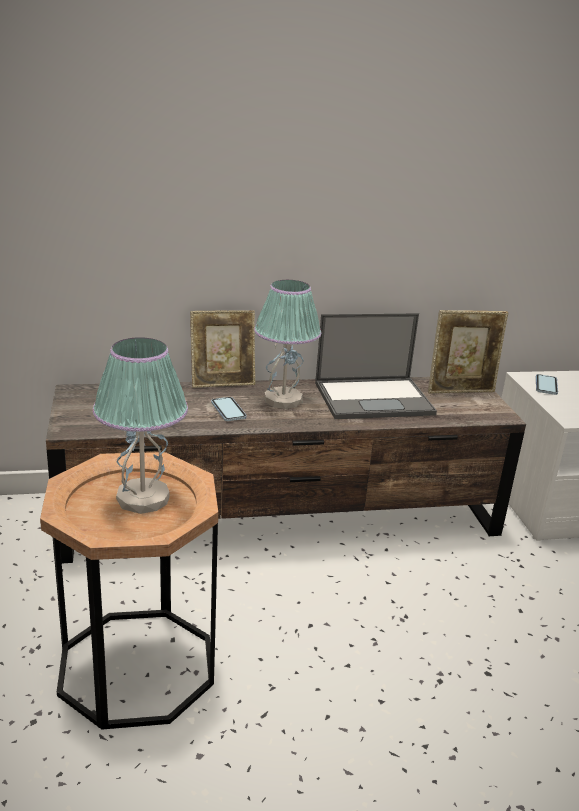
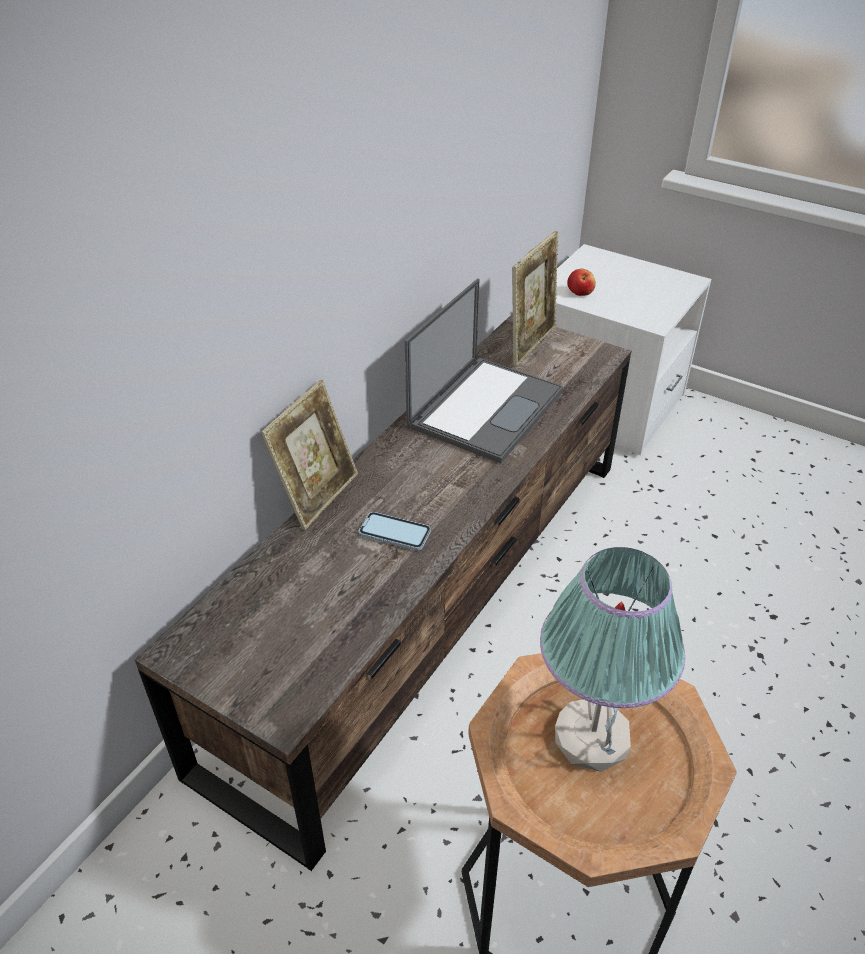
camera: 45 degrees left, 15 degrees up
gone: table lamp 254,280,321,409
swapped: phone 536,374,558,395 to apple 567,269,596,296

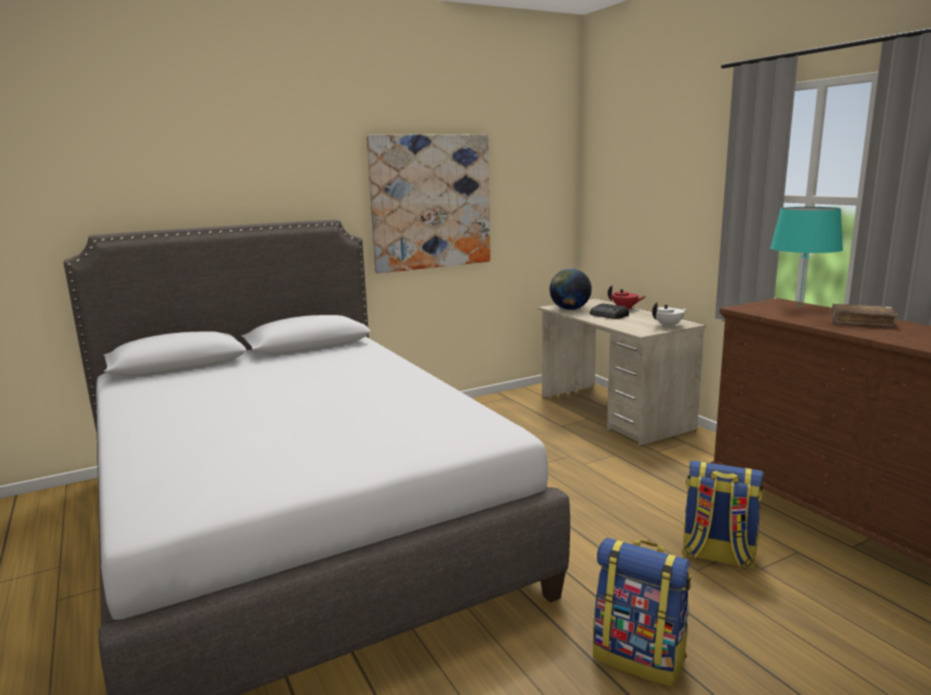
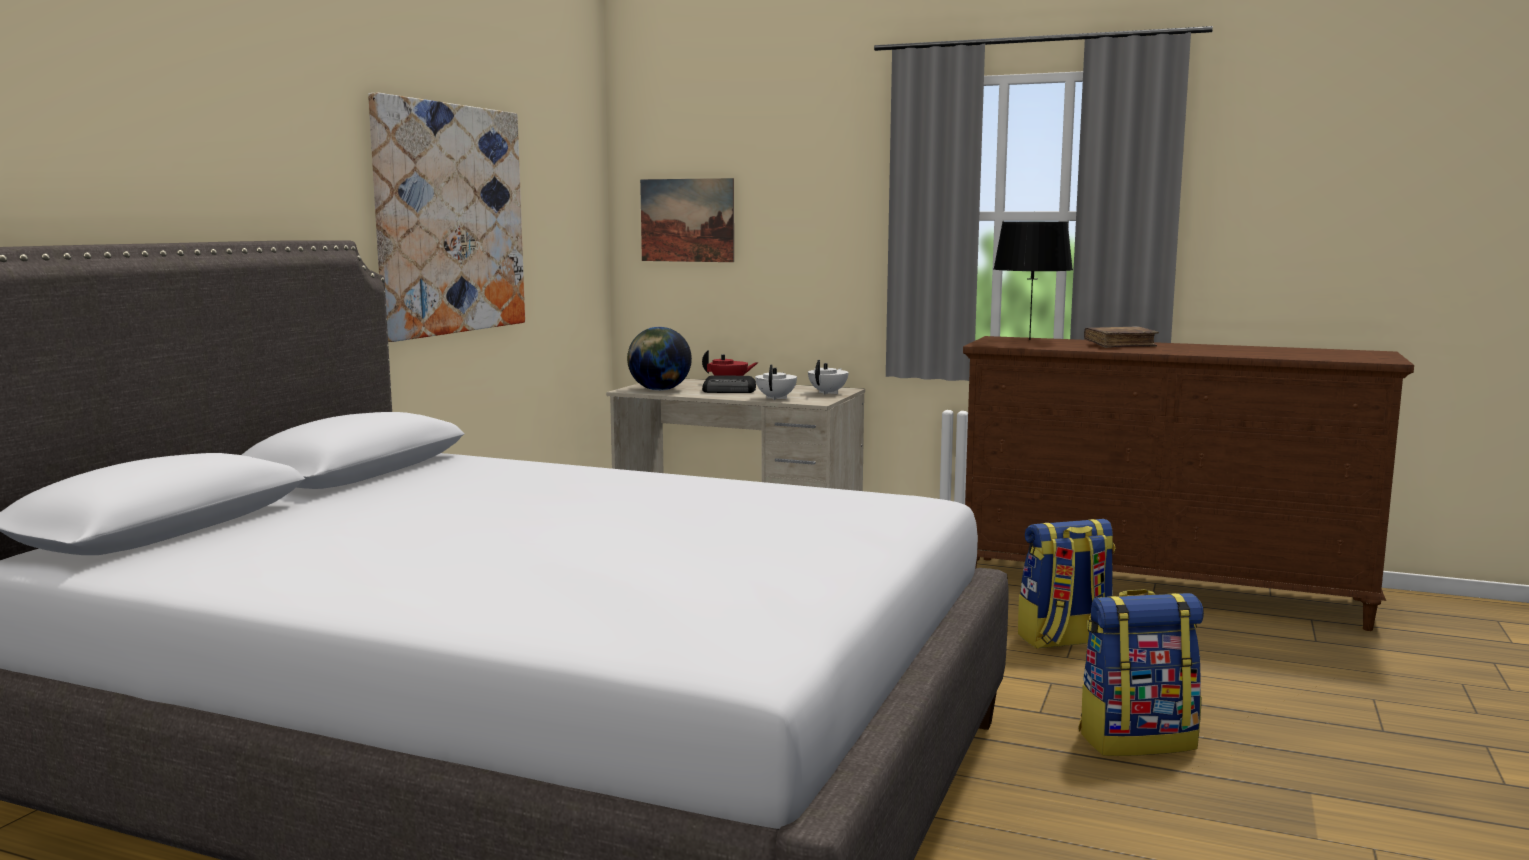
camera: 40 degrees left, 5 degrees down
new: picture 640,178,734,262; white teapot 755,364,797,400
repainted: turquoise table lamp 770,207,843,307 to black table lamp 993,222,1073,340

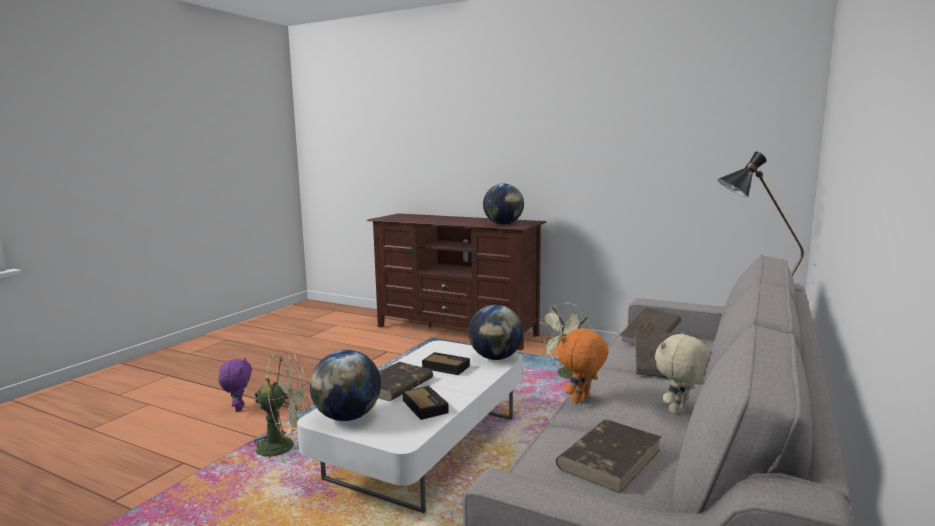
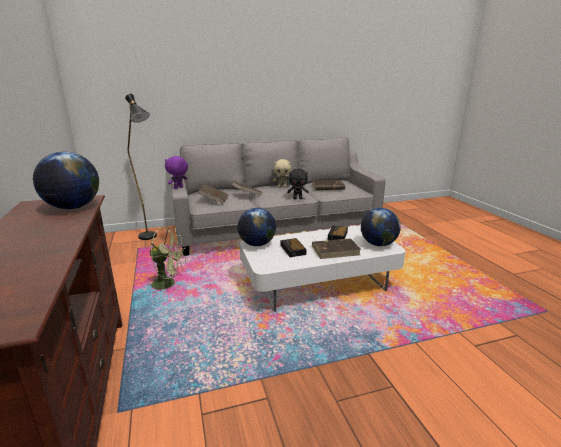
camera: 135 degrees left, 10 degrees up
gone: green fan 248,353,310,463
shifted: purple plush toy 219,358,252,412 to 165,156,188,189
repainted: orange plush toy 558,327,609,404 to black plush toy 287,169,309,199

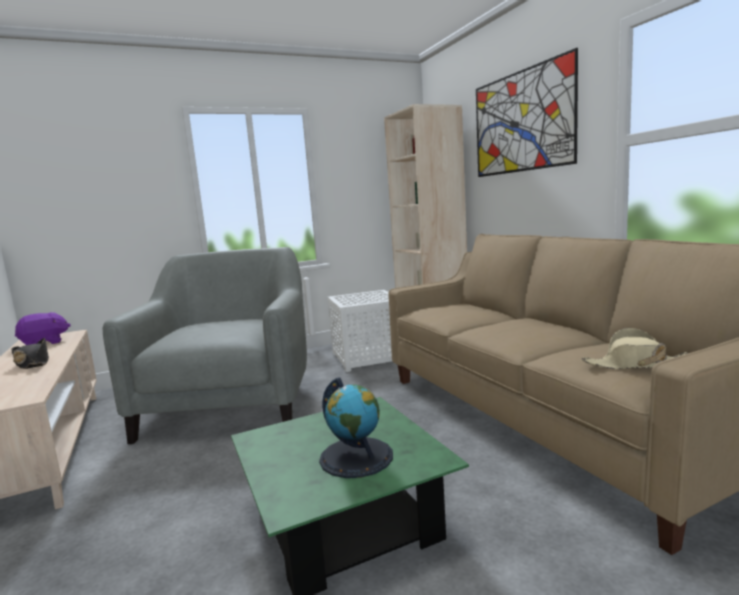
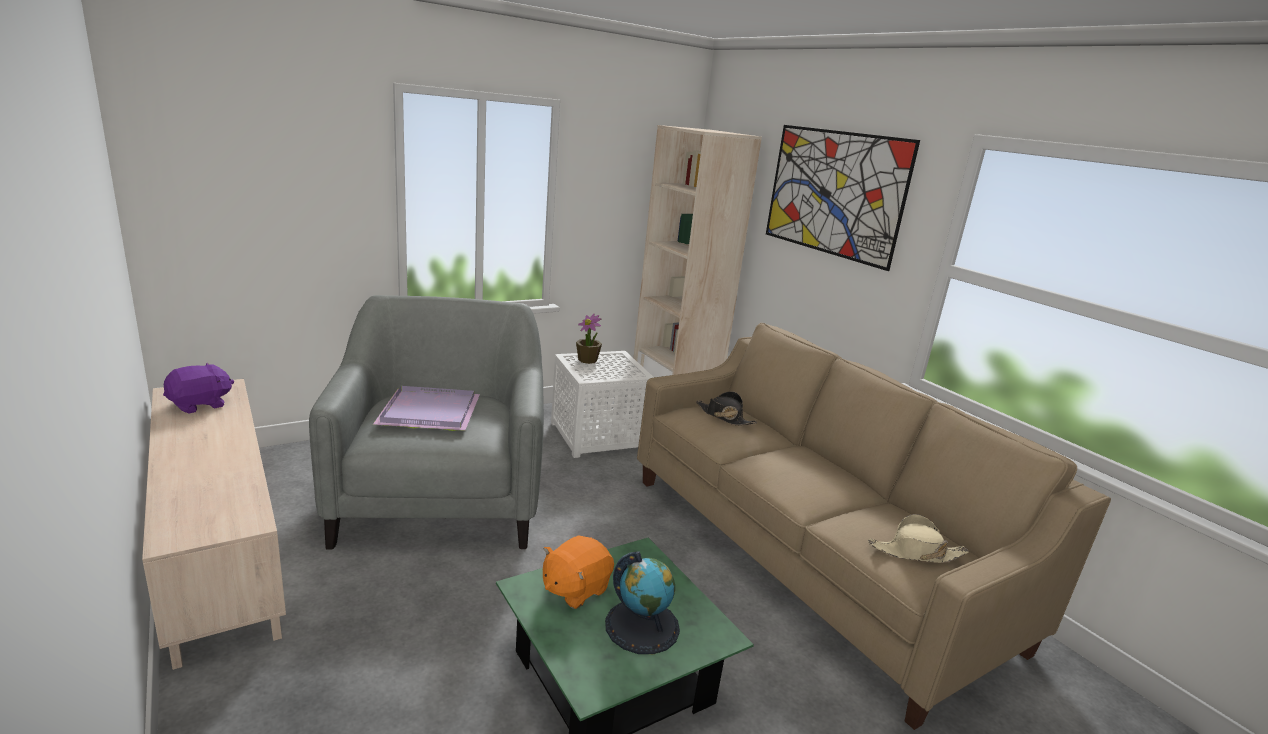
camera: 10 degrees left, 10 degrees up
new: purple tray 373,386,480,431; orange plush toy 543,535,614,609; potted plant 576,314,602,364
shifted: black hat 11,338,49,369 to 696,391,757,425

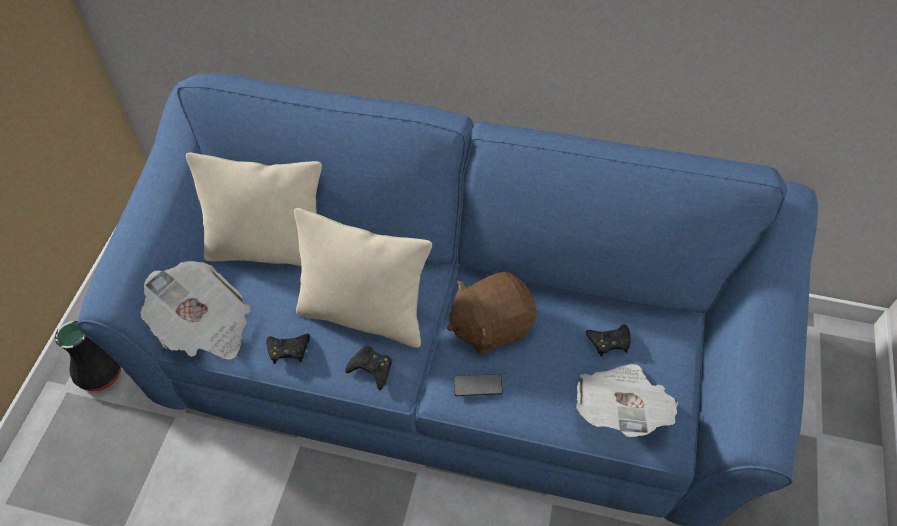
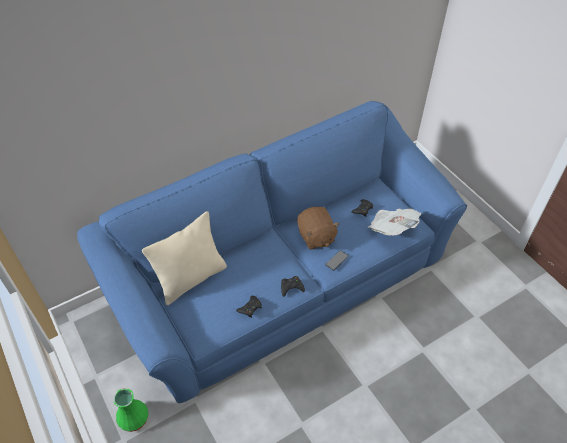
camera: 45 degrees left, 5 degrees down
gone: newspaper 140,261,251,360; beige pillow 294,208,432,348
repainted: black vase 55,321,121,392 to green vase 113,388,148,432
rotated: brown plush toy 447,272,537,355 = 297,207,340,250 45 degrees counterclockwise

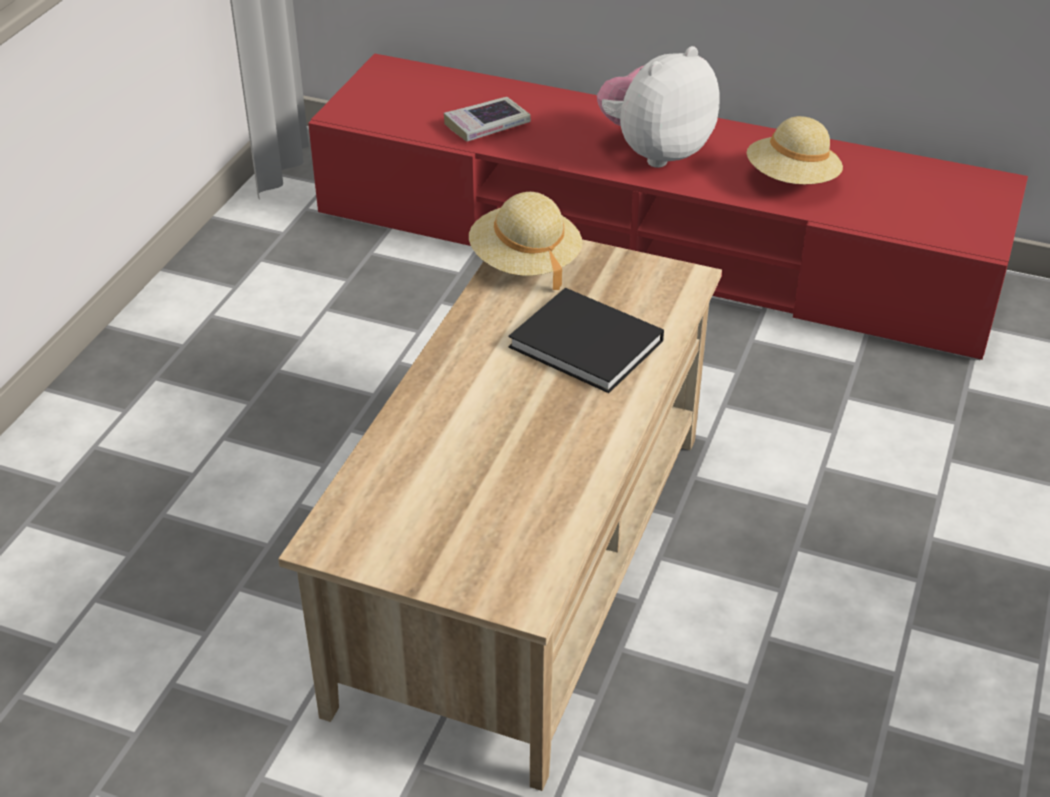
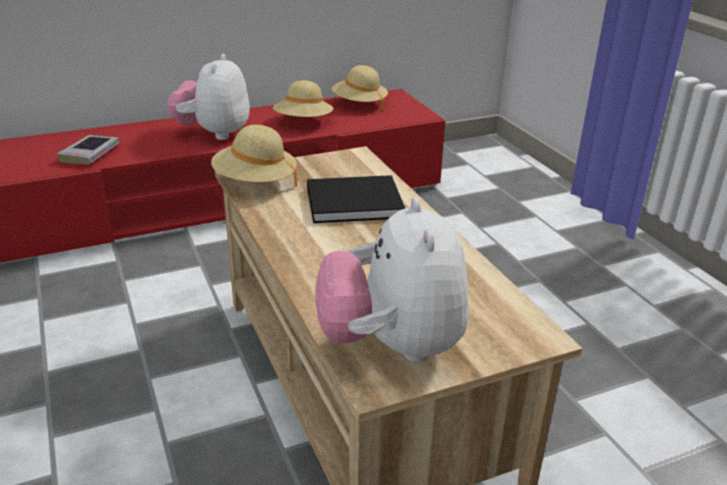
camera: 45 degrees left, 10 degrees down
new: plush toy 315,197,469,363; beige hat 332,65,388,111

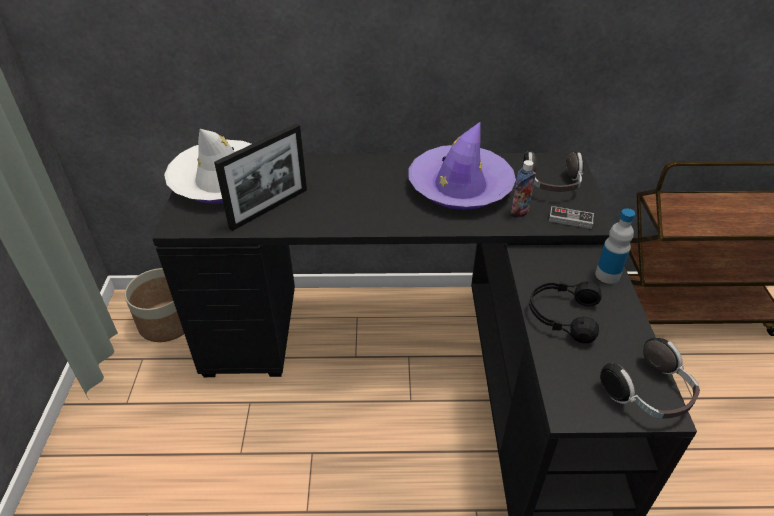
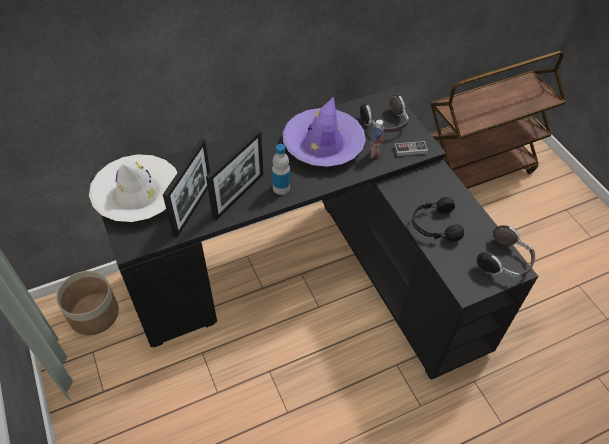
camera: 25 degrees left, 10 degrees up
new: picture frame 206,130,263,220
shifted: bottle 595,209,635,284 to 272,144,290,195

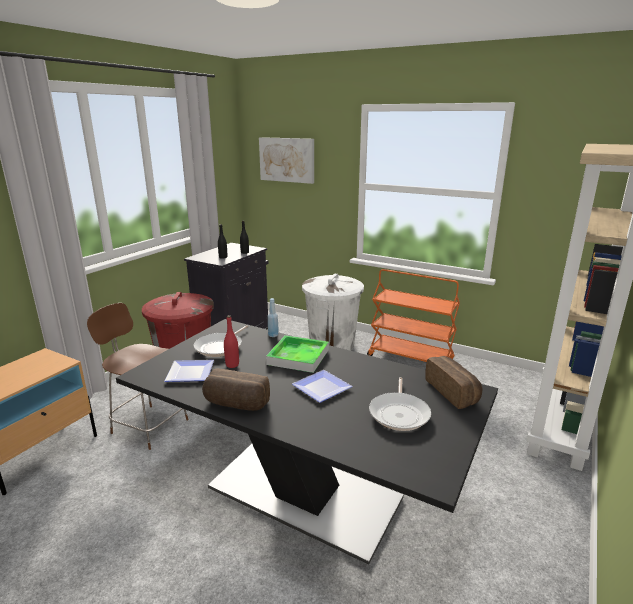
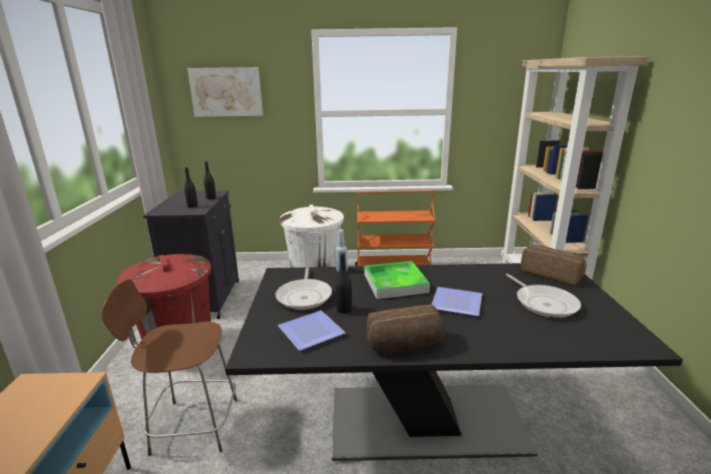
camera: 30 degrees left, 0 degrees up
repainted: red bottle 224,315,239,368 to black bottle 335,252,352,314

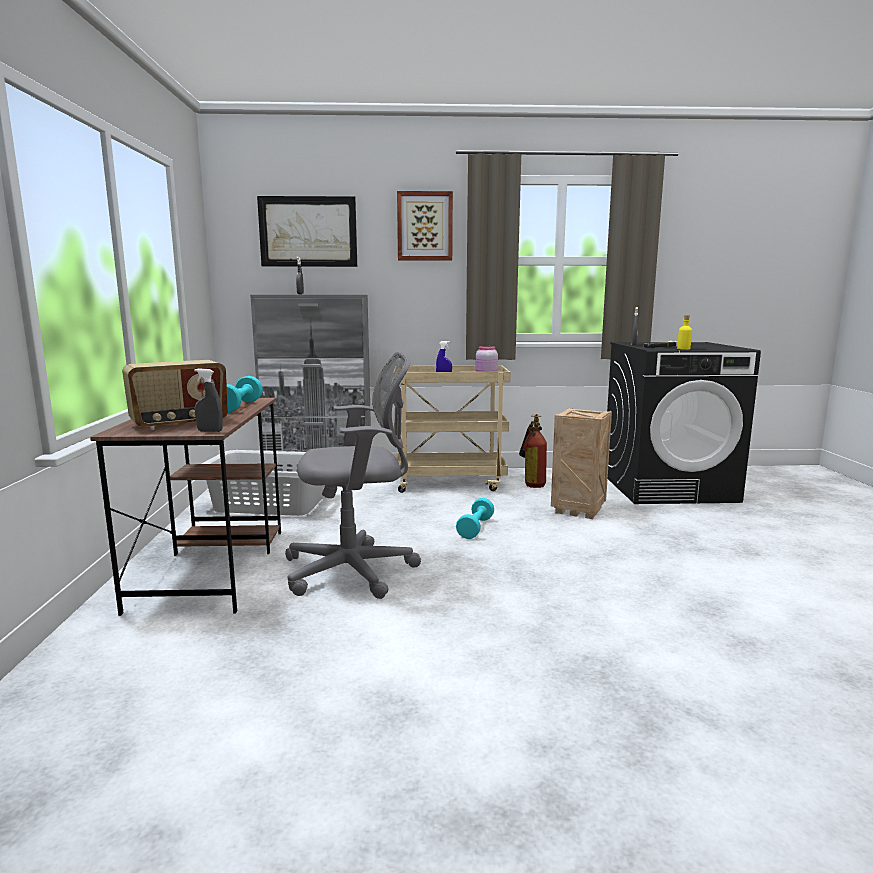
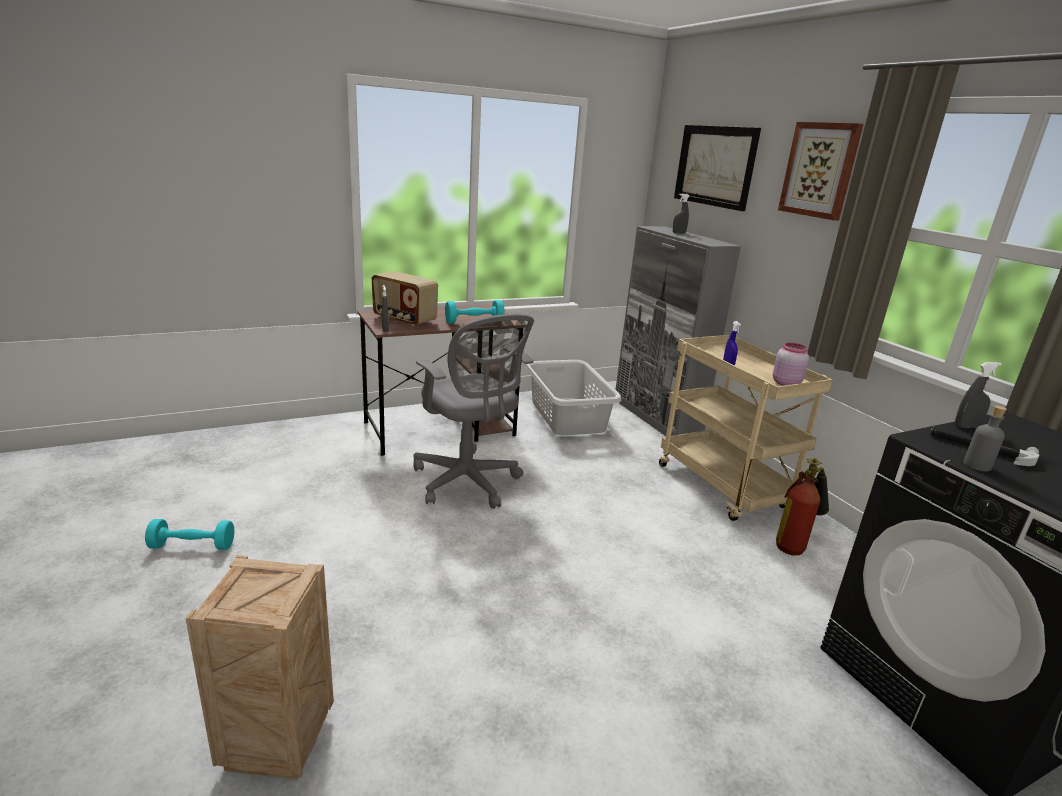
camera: 65 degrees right, 10 degrees up
shifted: turquoise dumbbell 456,498,494,539 to 145,519,234,550; crate 551,408,612,519 to 185,555,334,780
repainted: yellow bottle 677,315,692,350 to grey bottle 964,405,1007,472

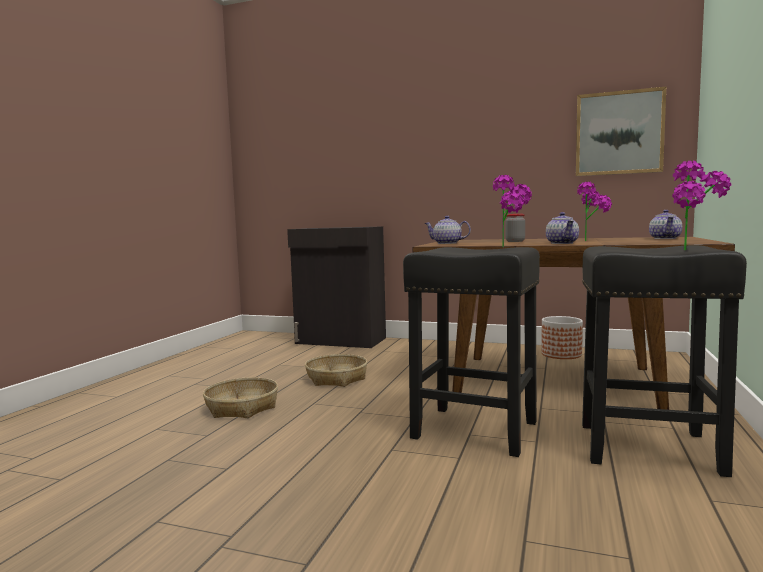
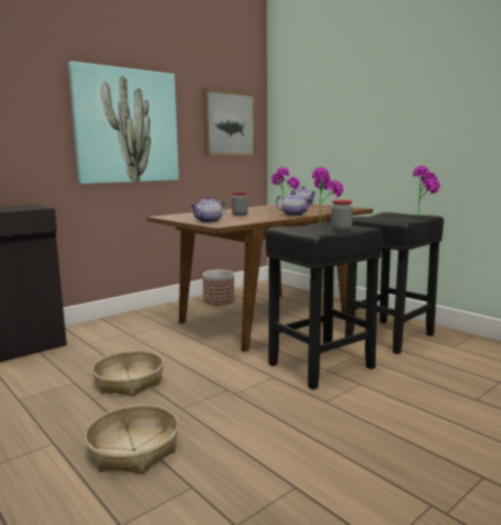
camera: 60 degrees left, 5 degrees up
new: picture 68,61,179,184; jar 331,200,353,232

